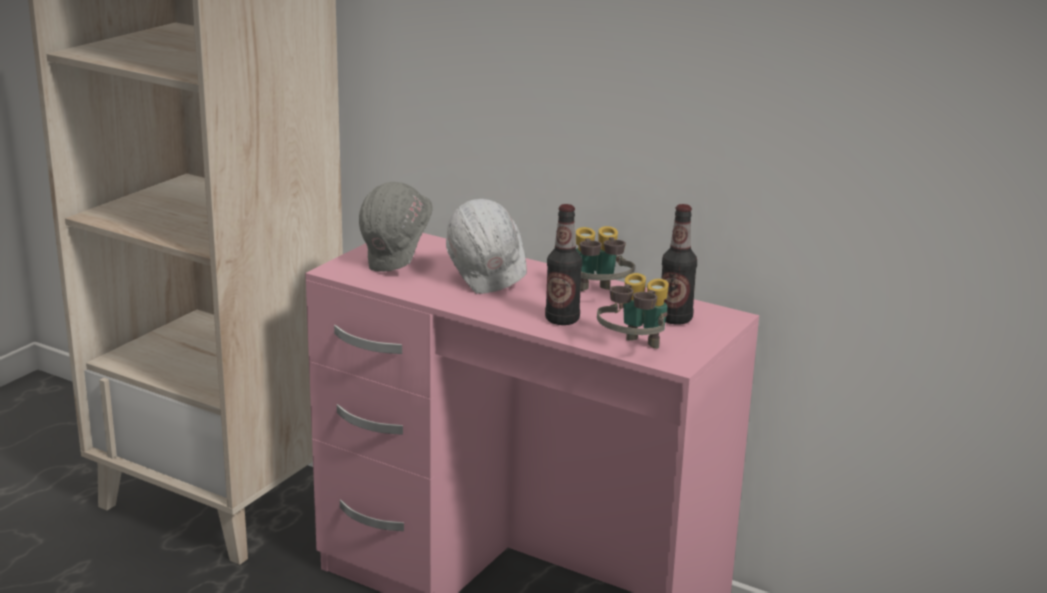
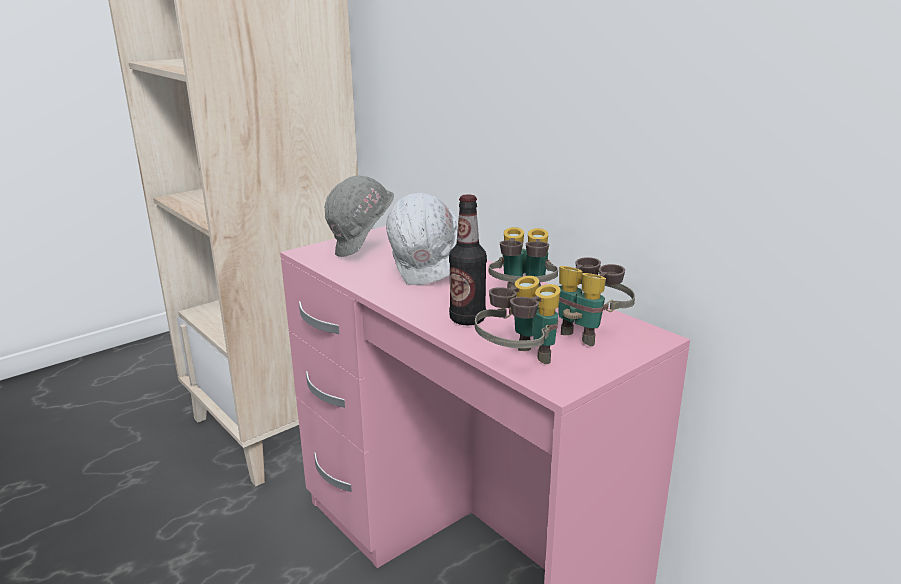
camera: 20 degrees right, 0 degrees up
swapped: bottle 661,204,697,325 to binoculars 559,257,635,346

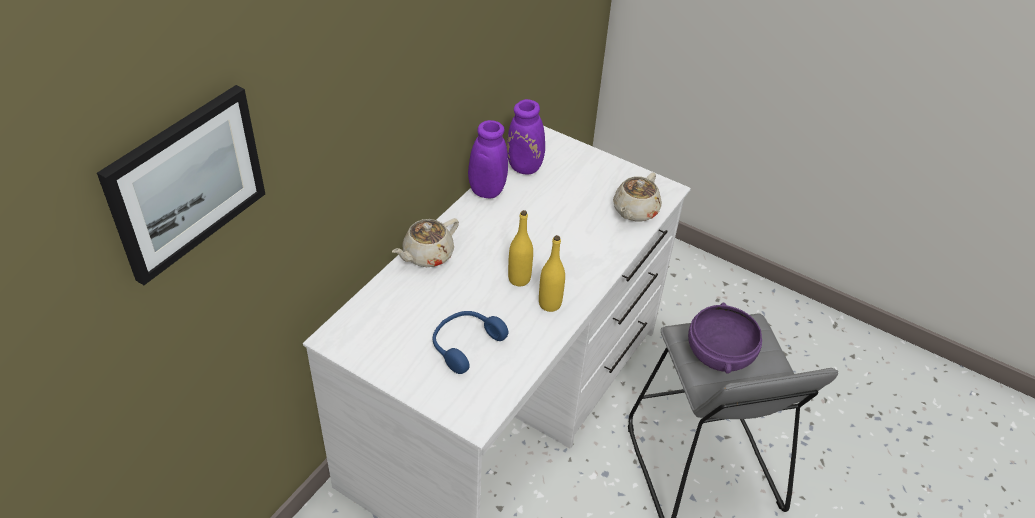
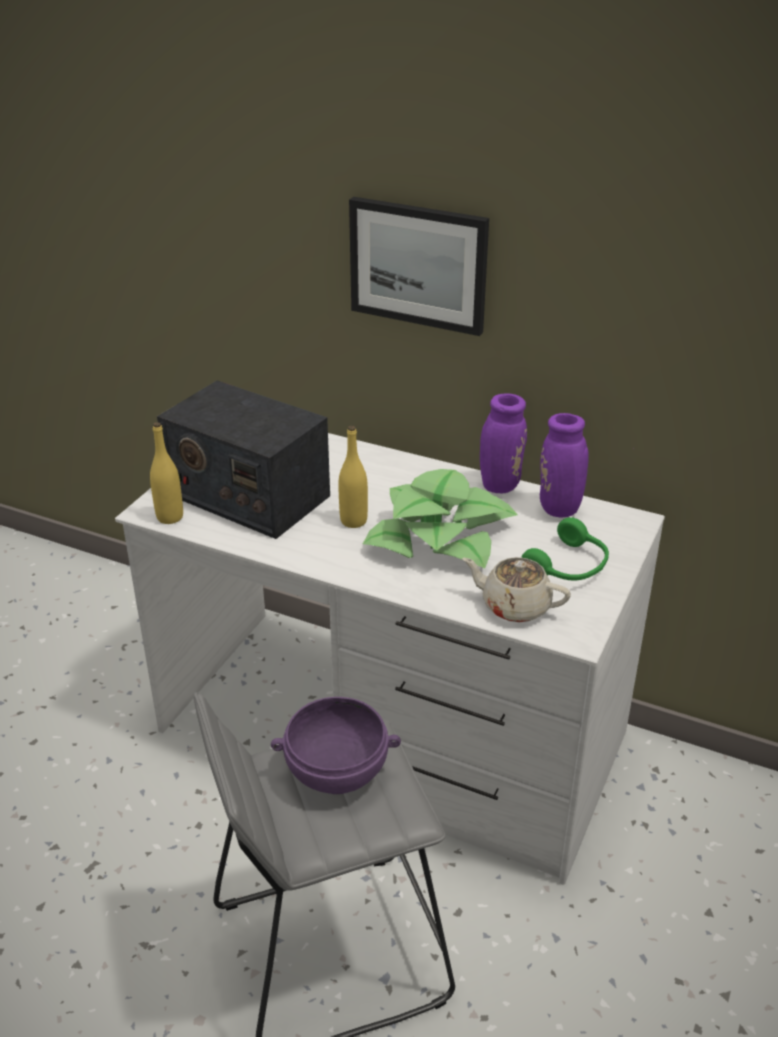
camera: 85 degrees right, 10 degrees down
gone: beige teapot 392,218,459,267
new: potted plant 363,469,518,568; green headphones 521,517,609,580
shifted: picture 97,85,265,285 to 349,197,489,336; yellow bottle 539,235,565,312 to 150,422,183,524
swapped: blue headphones 433,311,508,374 to radio 157,380,330,539

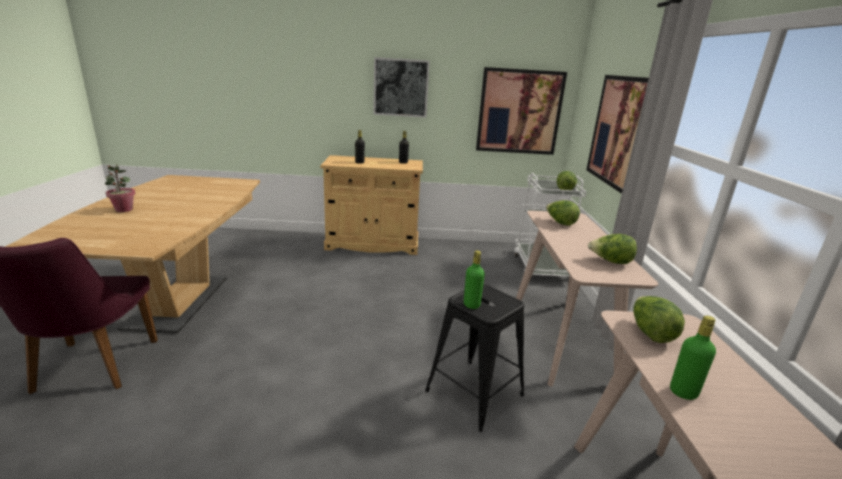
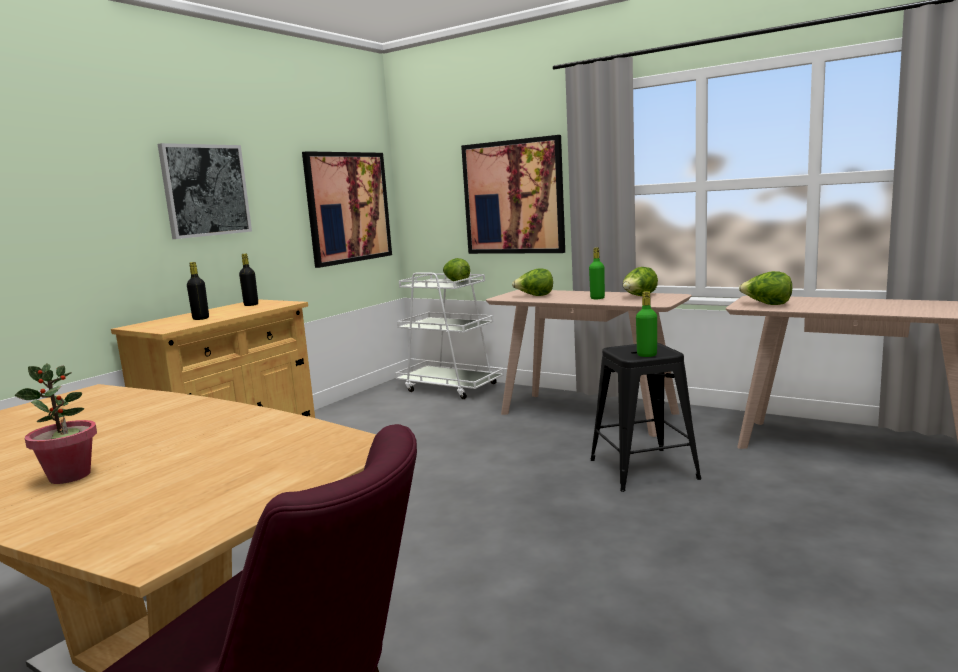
camera: 55 degrees left, 10 degrees down
shifted: green bottle 670,316,716,400 to 589,248,605,299

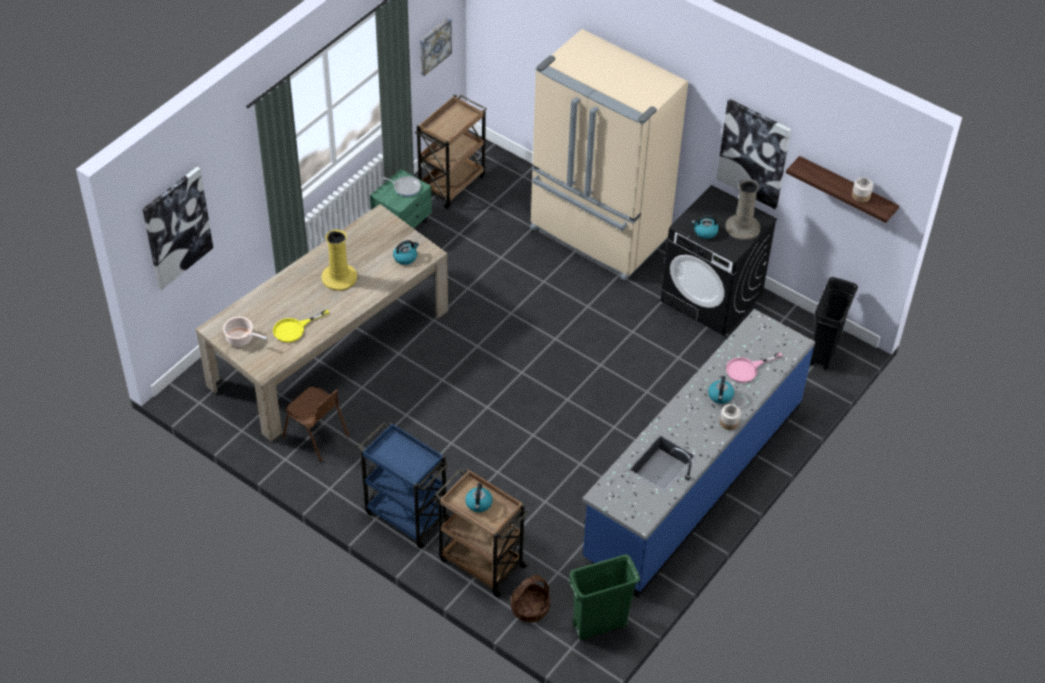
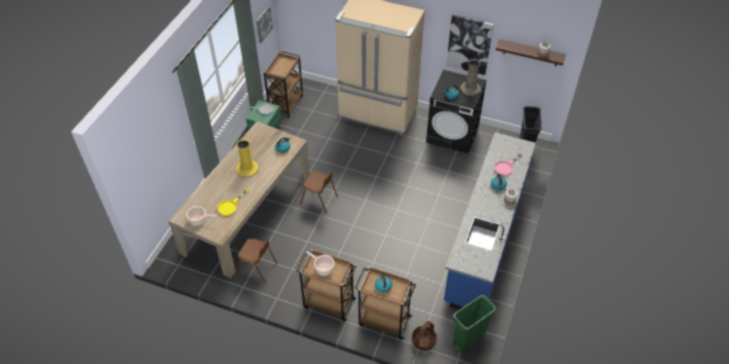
camera: 15 degrees left, 0 degrees up
gone: picture 143,167,213,290
new: brown chair 300,169,338,213; cooking pot 306,251,334,276
repainted: blue cart 357,422,450,549 to brown cart 296,249,357,322

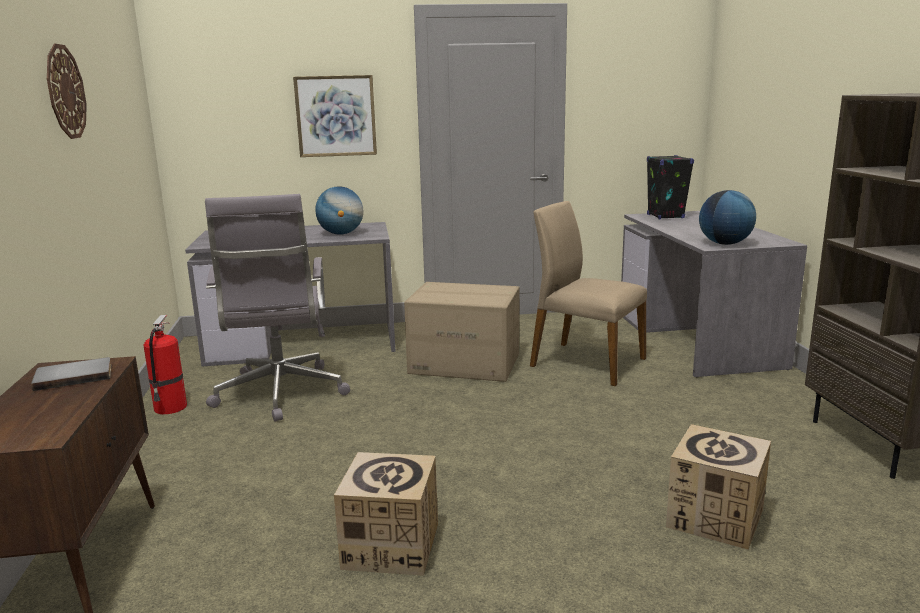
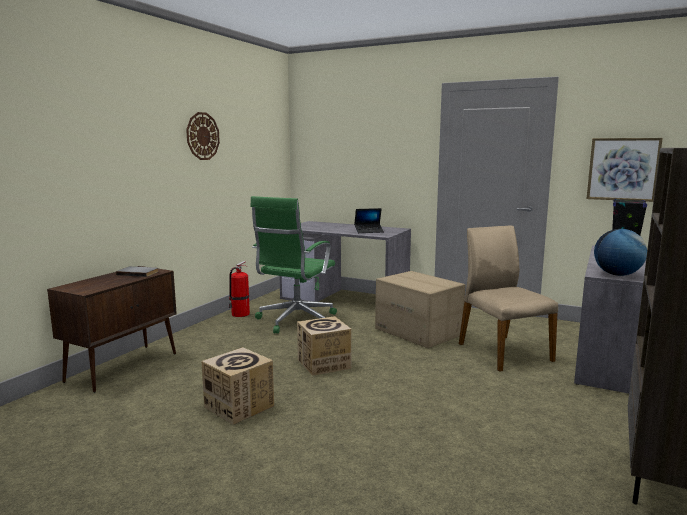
camera: 35 degrees right, 5 degrees down
shifted: picture 293,75,377,157 to 587,138,663,202; cardboard box 666,424,771,550 to 297,316,352,376
swapped: globe 315,186,363,235 to laptop 354,208,384,233
repainted: grey office chair 205,194,350,422 to green office chair 250,196,337,334

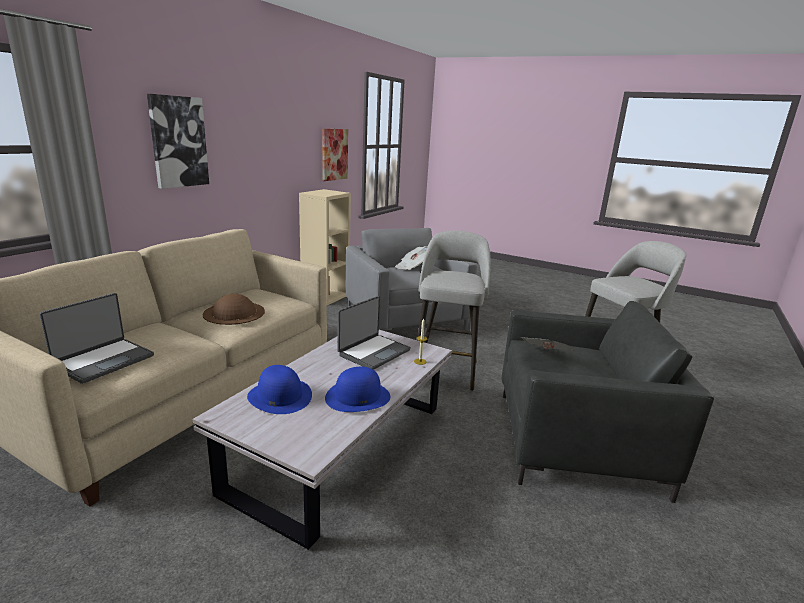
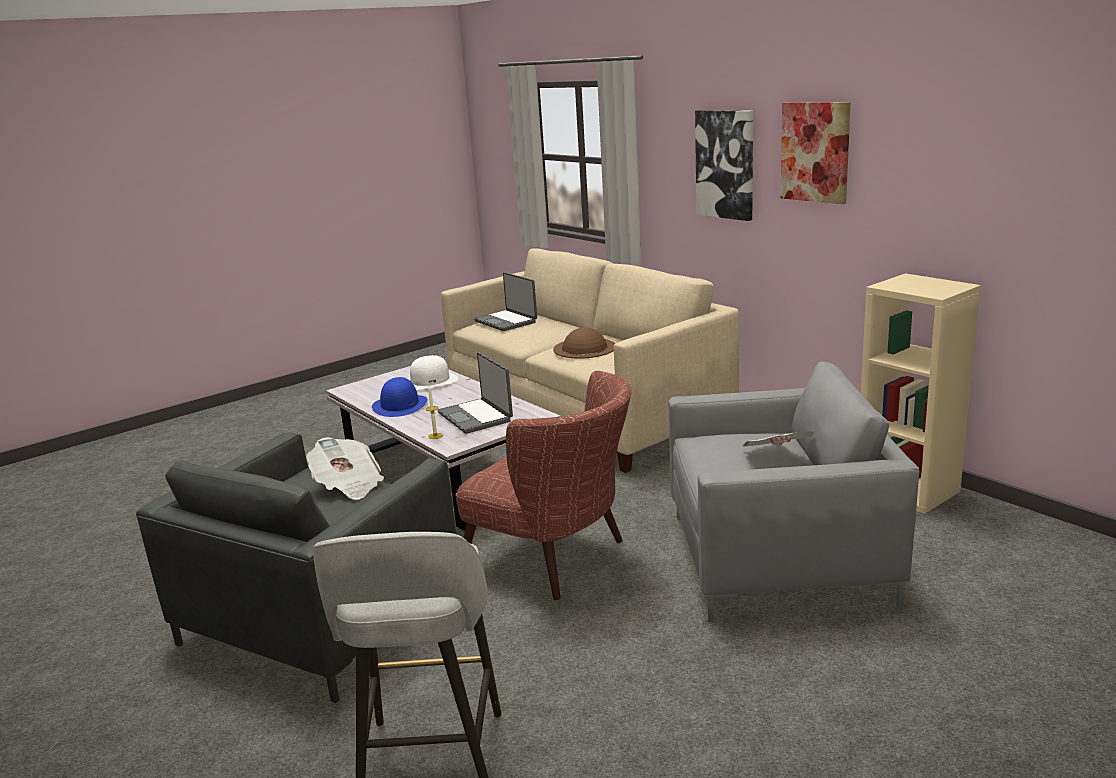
camera: 115 degrees right, 0 degrees up
shifted: picture 322,129,348,181 to 780,102,851,204
swapped: grey stool 418,230,491,391 to brown armchair 455,371,632,600
repainted: blue hat 247,365,312,414 to white hat 407,355,458,390

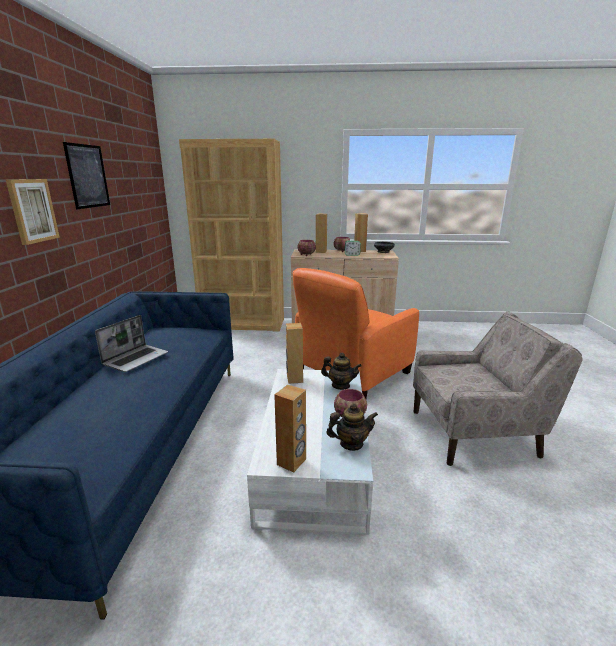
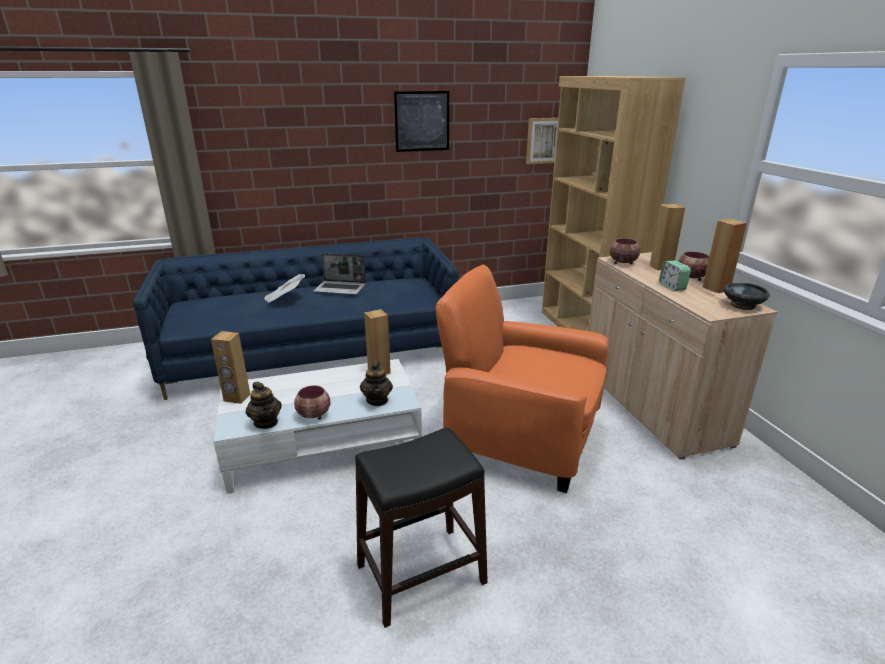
camera: 70 degrees right, 5 degrees up
new: newspaper 264,274,305,303
shifted: picture 6,179,60,245 to 526,118,558,164
swapped: beige armchair 413,311,583,466 to black stool 355,428,488,628

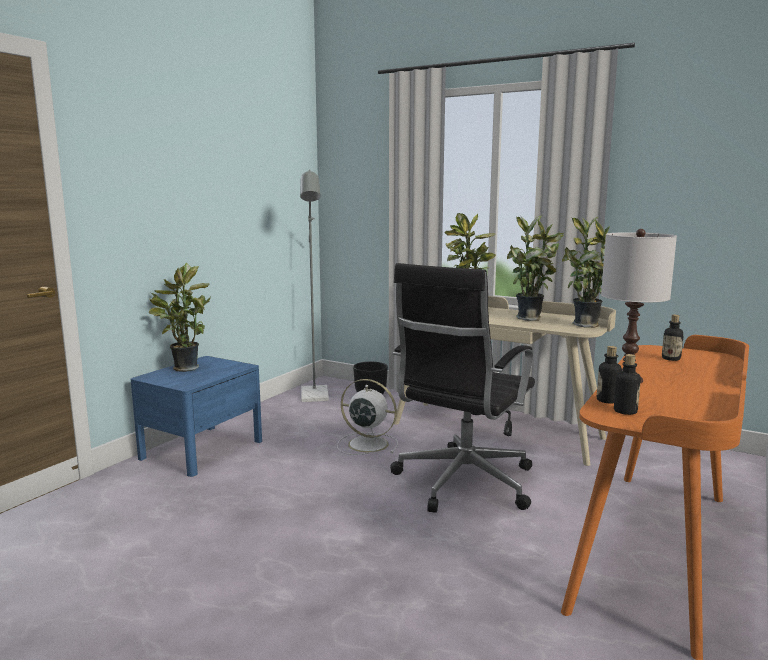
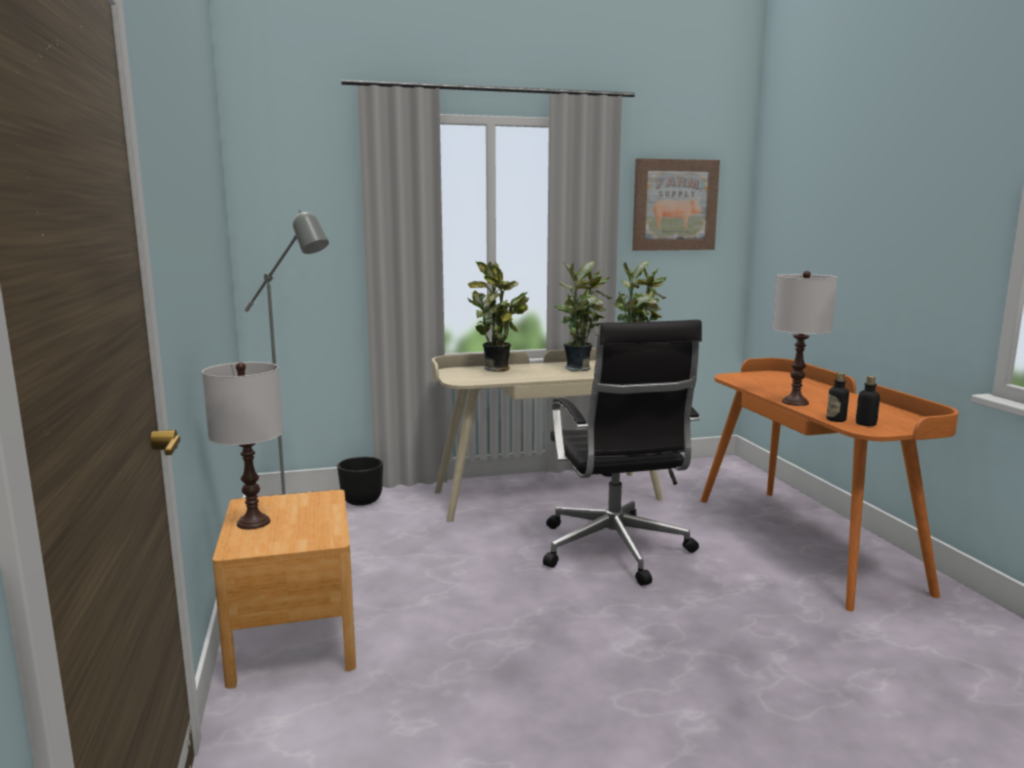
camera: 45 degrees left, 0 degrees up
gone: white fan 337,379,398,455; bottle 662,315,684,361
new: picture 632,158,720,251
swapped: potted plant 149,263,211,372 to white table lamp 202,362,283,529
repainted: blue nightstand 131,356,262,477 to brown nightstand 213,490,356,688

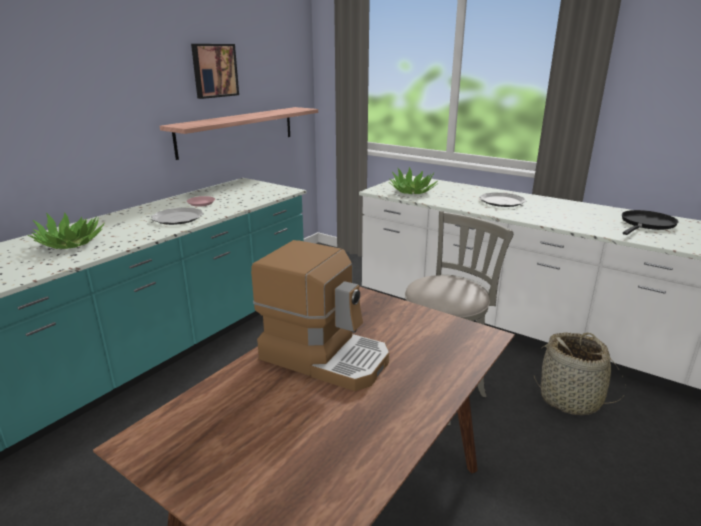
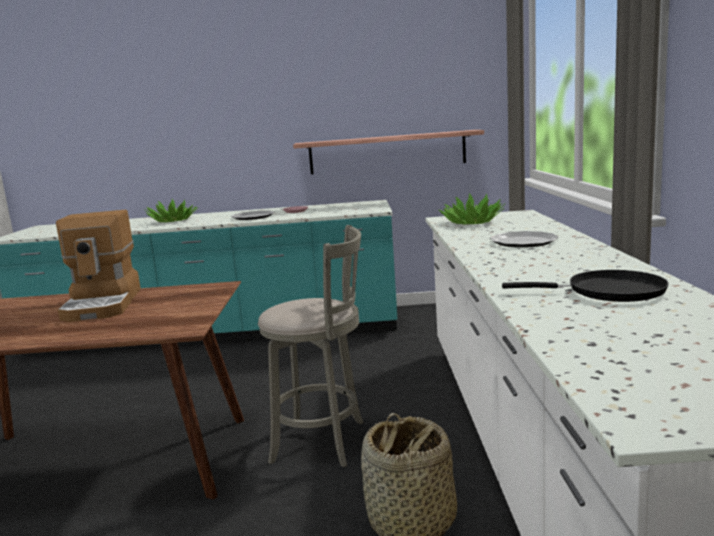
camera: 55 degrees right, 10 degrees down
gone: picture 191,44,239,99

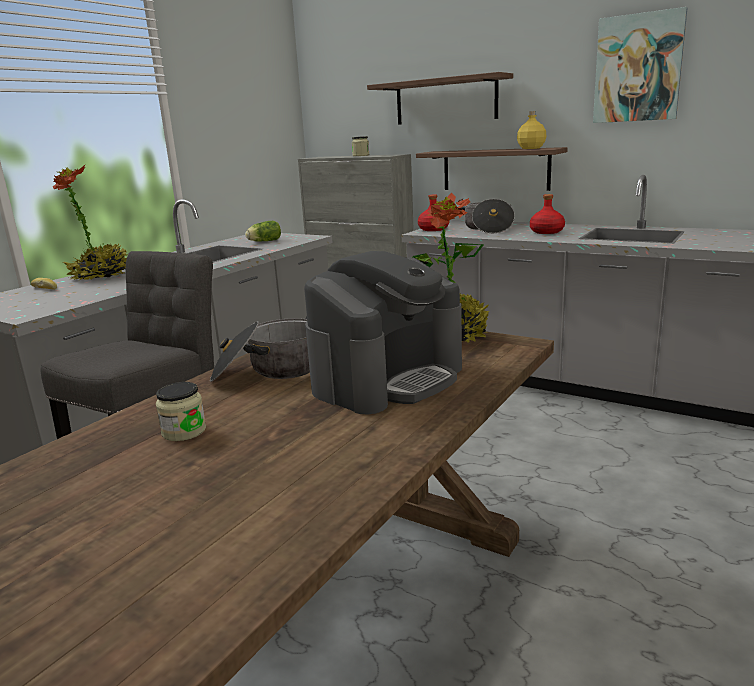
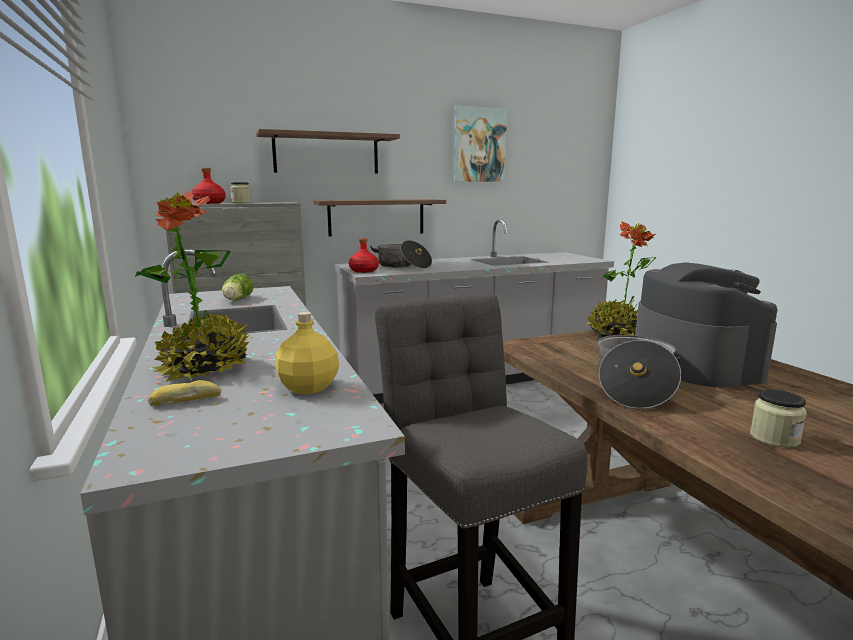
camera: 55 degrees left, 5 degrees down
shifted: yellow bottle 517,111,547,149 to 275,312,339,394; red bottle 530,194,565,234 to 191,168,226,204

